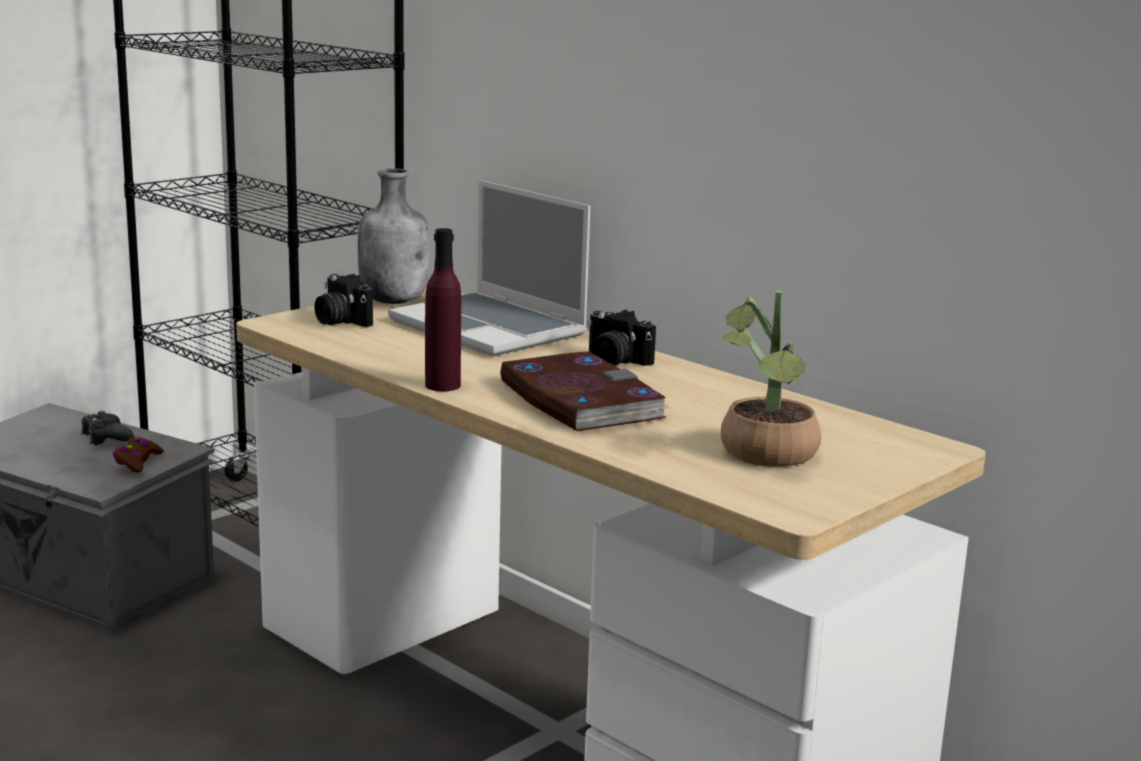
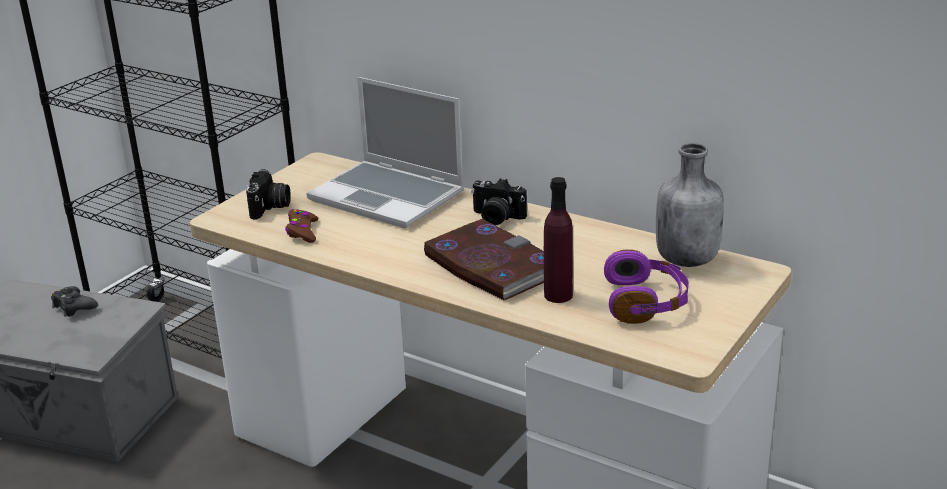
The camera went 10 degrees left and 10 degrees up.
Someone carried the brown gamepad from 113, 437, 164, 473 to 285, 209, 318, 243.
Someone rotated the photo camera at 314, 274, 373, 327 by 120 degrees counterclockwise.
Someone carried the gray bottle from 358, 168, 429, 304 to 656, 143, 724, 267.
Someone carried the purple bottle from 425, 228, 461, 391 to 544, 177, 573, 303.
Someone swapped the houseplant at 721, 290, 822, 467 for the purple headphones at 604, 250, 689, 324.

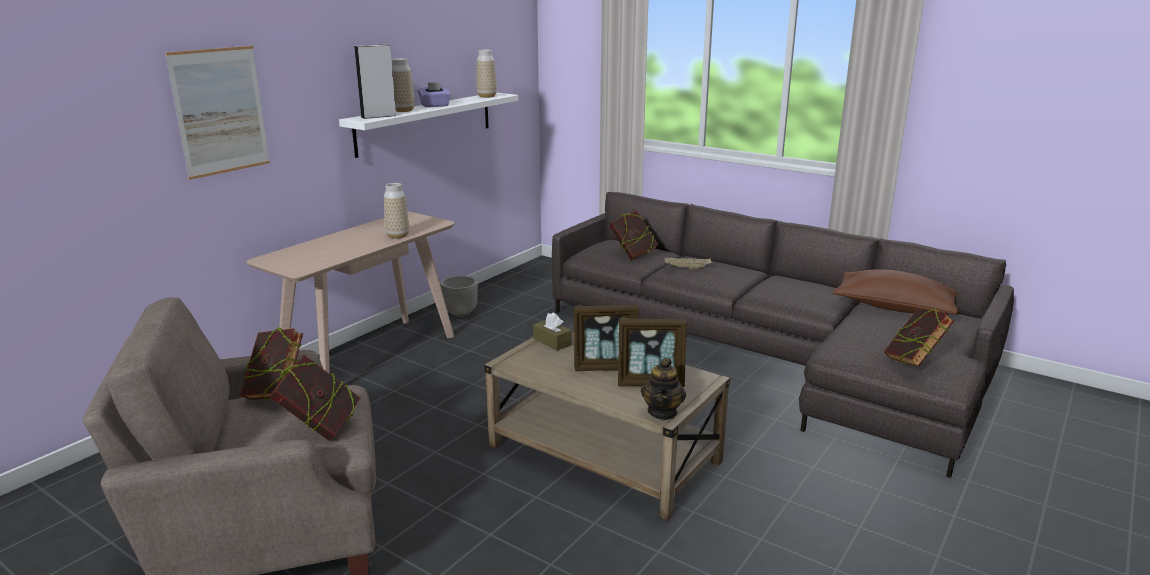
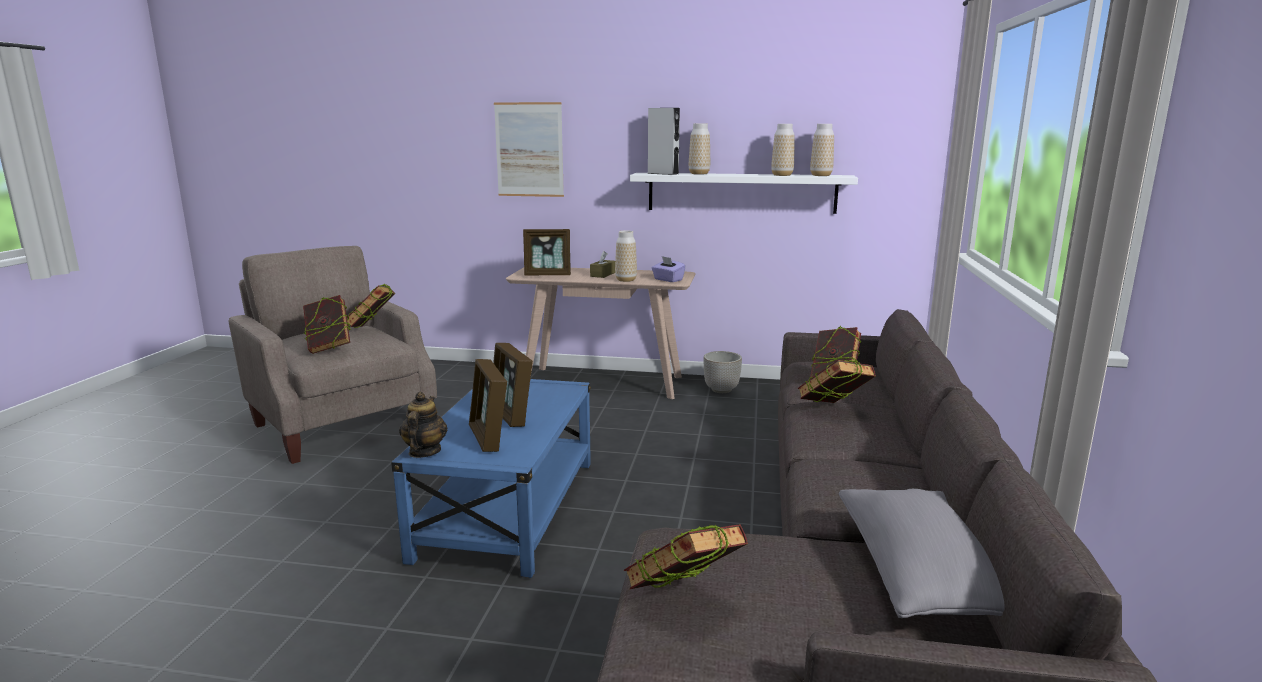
The camera went 65 degrees right and 5 degrees down.
Someone carried the purple box of tissues from 418, 82, 451, 107 to 652, 256, 686, 282.
Someone repainted the beige lounge table at 485, 331, 730, 521, which became the blue lounge table at 391, 379, 591, 578.
Someone carried the brown box of tissues from 533, 312, 572, 351 to 590, 251, 615, 278.
Someone rotated the pot for tea at 641, 358, 686, 420 by 105 degrees clockwise.
Someone swapped the beige carrying tray at 664, 258, 712, 270 for the volume at 798, 360, 876, 403.
Someone repainted the brown pillow at 833, 269, 959, 315, which became the gray pillow at 839, 489, 1005, 618.
Someone put down the standing frame at 523, 229, 571, 276.
Someone put down the decorative vase at 771, 124, 795, 176.

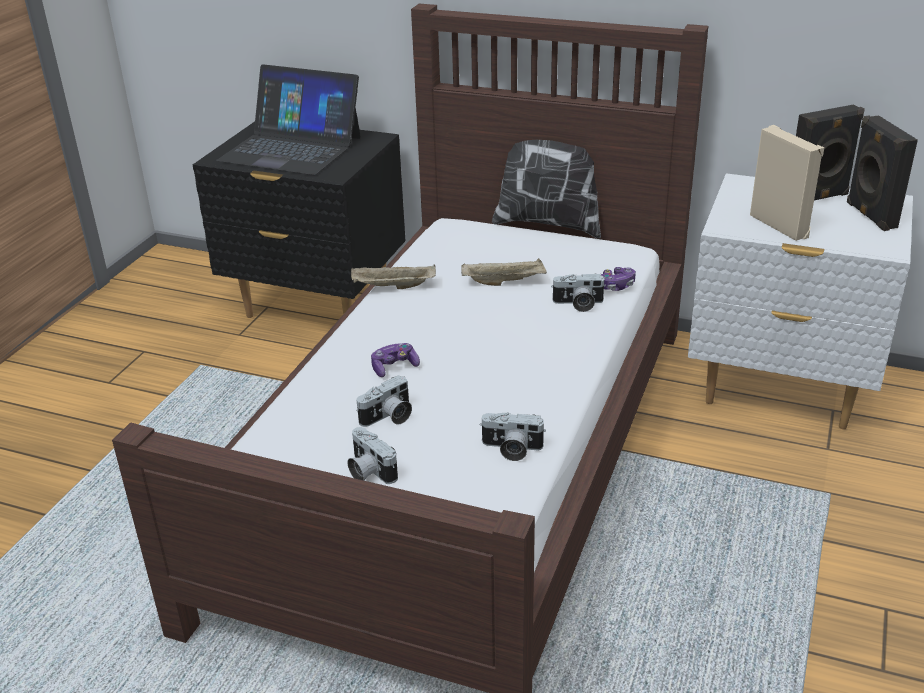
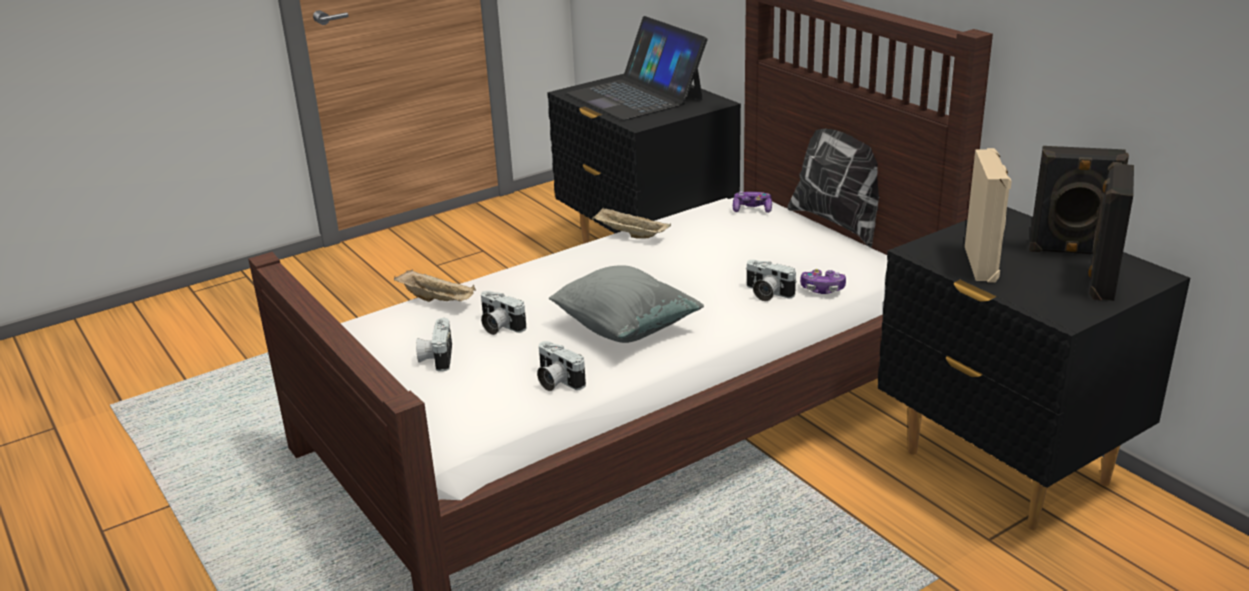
The camera went 35 degrees right and 5 degrees down.
Someone rotated the photo camera at 356, 375, 412, 427 by 45 degrees clockwise.
Someone carried the gamepad from 371, 343, 420, 377 to 733, 191, 772, 213.
Someone carried the beige carrying tray from 461, 258, 547, 286 to 394, 270, 476, 302.
Someone repainted the white nightstand at 688, 173, 913, 429, which became the black-coloured nightstand at 878, 207, 1190, 530.
Someone put down the gray pillow at 549, 265, 704, 343.

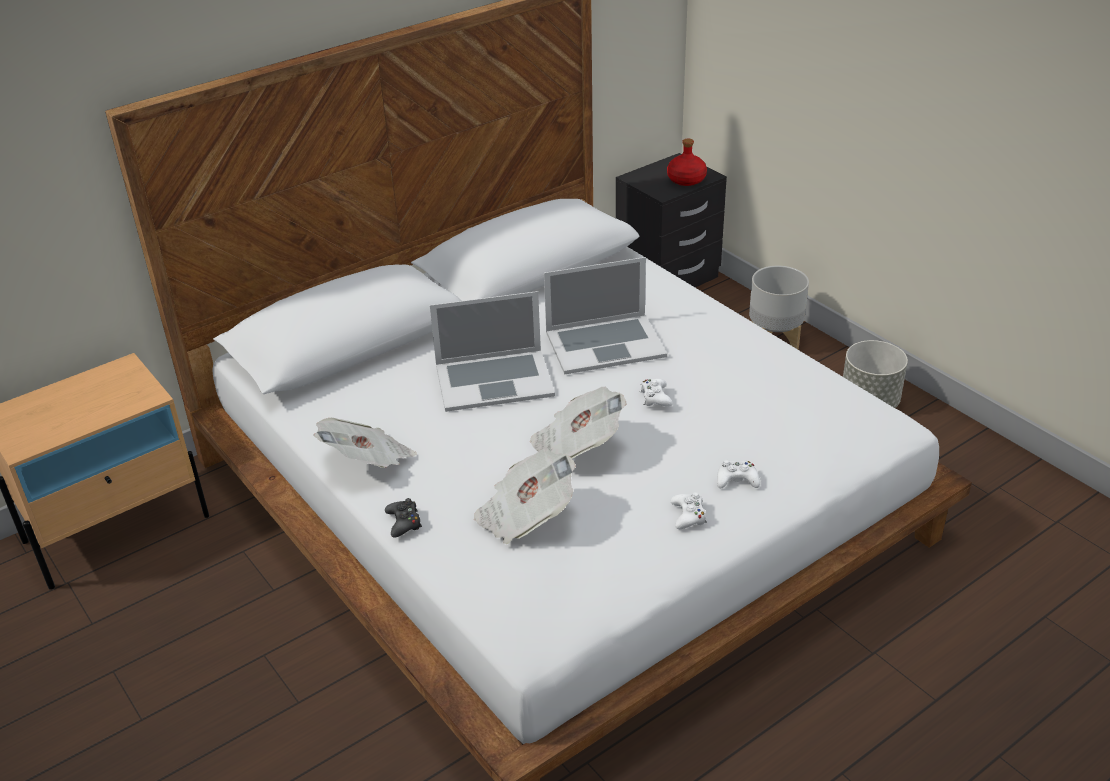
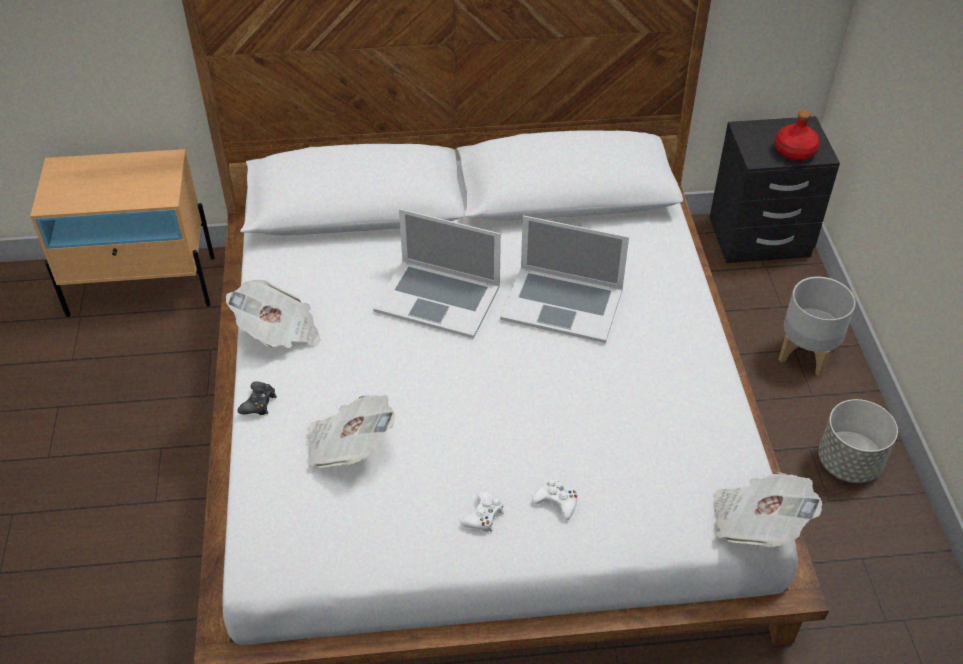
The camera went 30 degrees right and 10 degrees up.
Someone carried the daily paper from 530, 387, 626, 459 to 713, 472, 822, 547.
Someone took away the white gamepad at 640, 379, 673, 407.

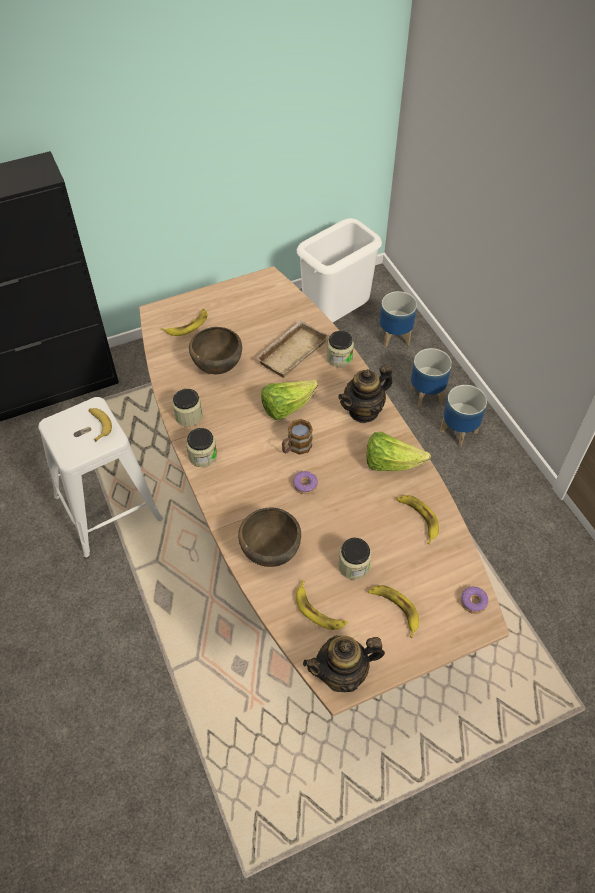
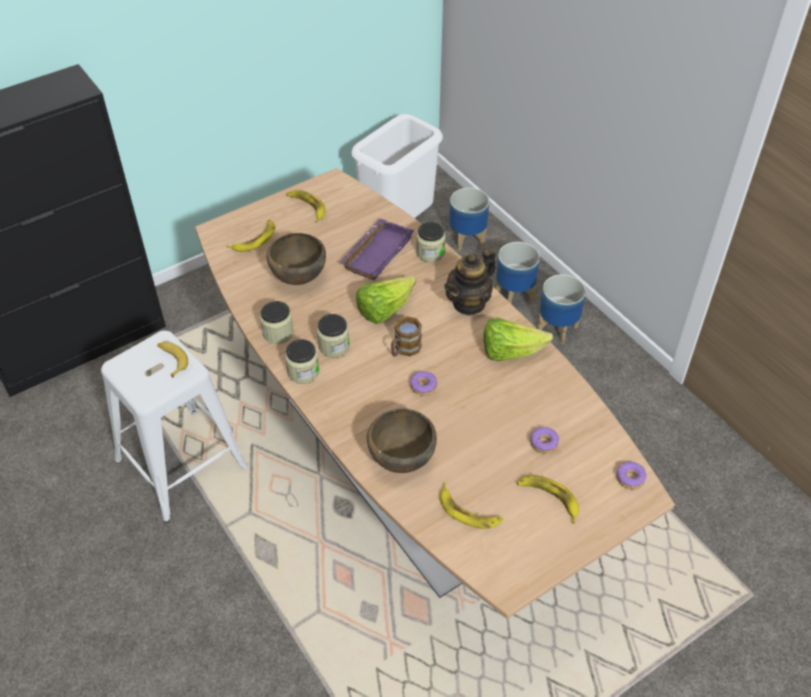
The camera went 10 degrees left and 5 degrees down.
Someone repainted the beige carrying tray at 255, 320, 328, 378, which became the purple carrying tray at 339, 218, 414, 280.
Someone took away the pot for tea at 303, 636, 385, 693.
Someone carried the preserve jar from 338, 538, 371, 580 to 317, 314, 350, 358.
Someone carried the banana from 397, 495, 439, 544 to 287, 190, 325, 223.
Someone put down the doughnut at 530, 427, 559, 454.

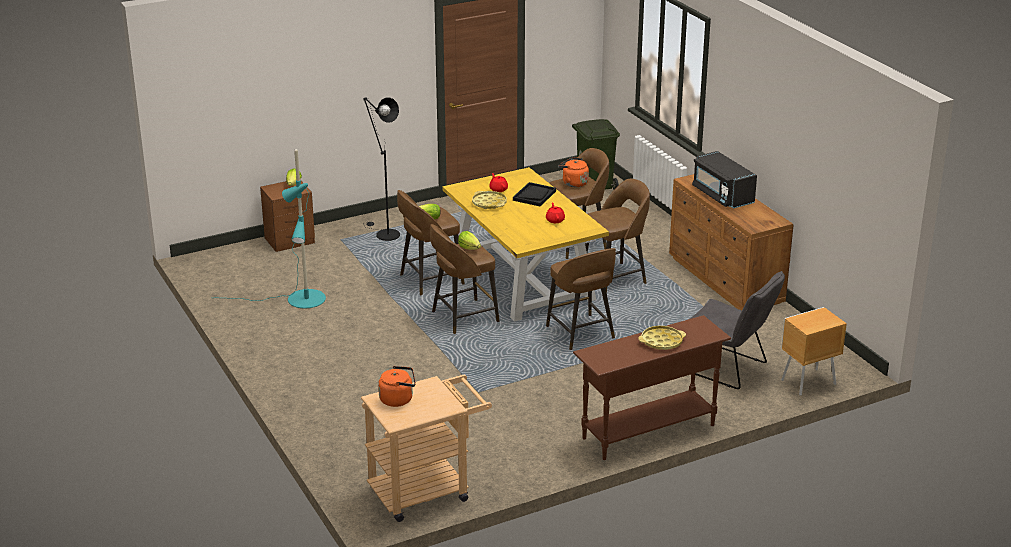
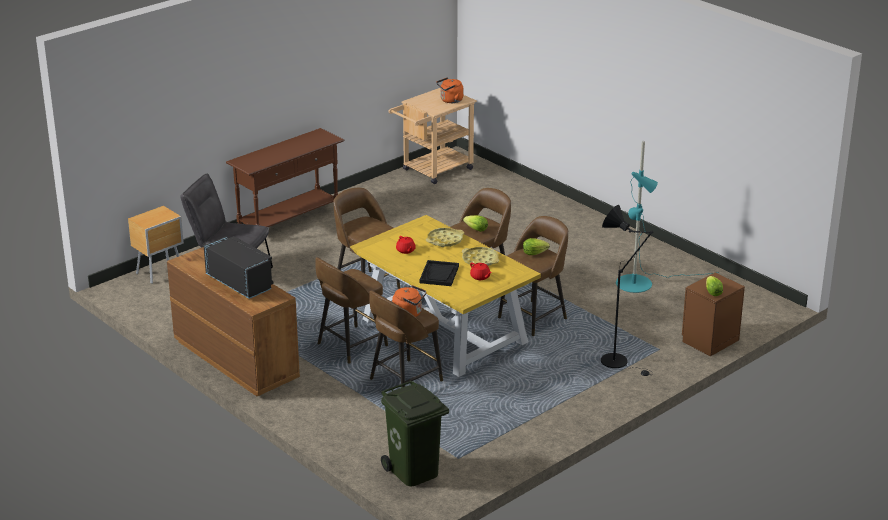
The camera went 165 degrees right and 0 degrees up.
Someone carried the yellow carrying tray from 638, 326, 686, 350 to 426, 228, 464, 247.

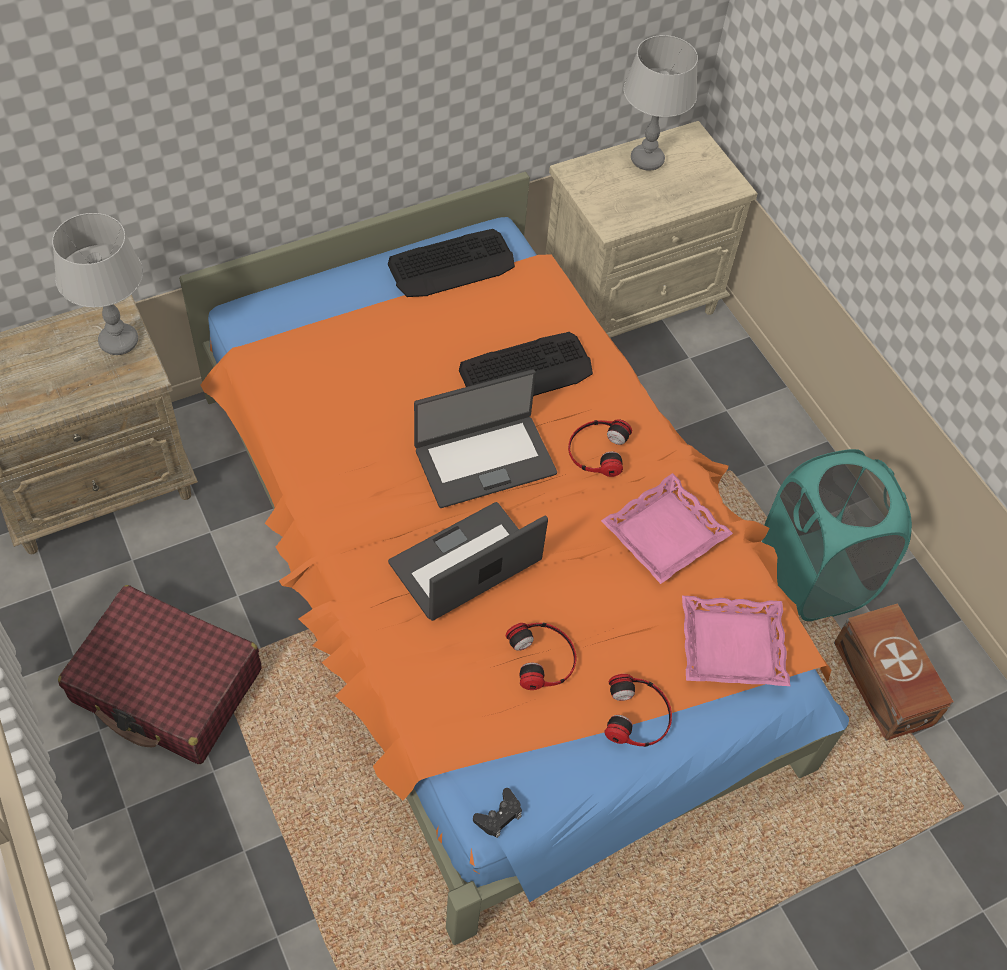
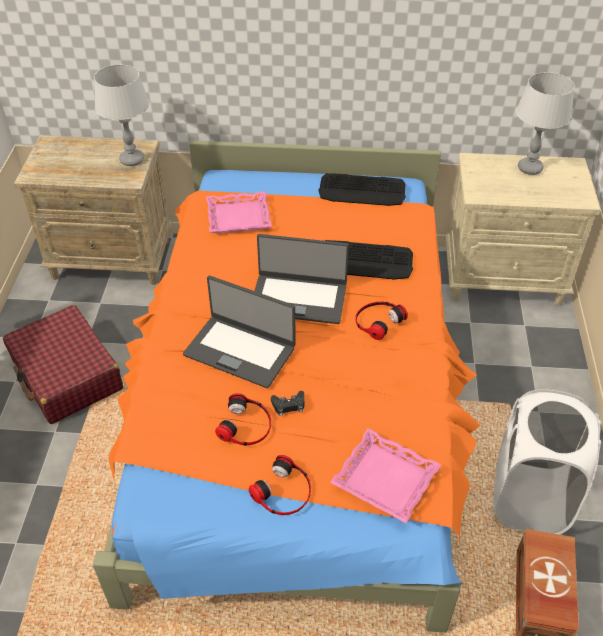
The camera went 35 degrees right and 10 degrees down.
Someone rotated the laptop at 388, 502, 548, 621 by 150 degrees counterclockwise.
Someone carried the black-coloured gamepad from 473, 788, 522, 838 to 271, 391, 304, 416.
Someone carried the pinkish carrying tray from 601, 473, 733, 584 to 206, 191, 272, 233.
Someone repainted the blue-green hamper at 762, 449, 912, 621, which became the white hamper at 492, 389, 602, 534.

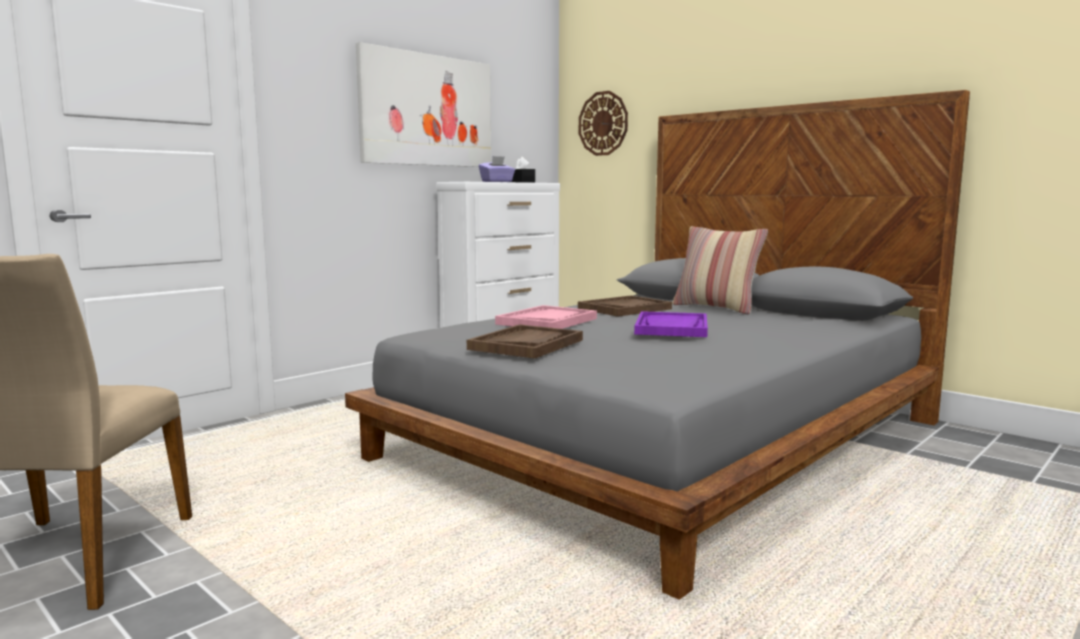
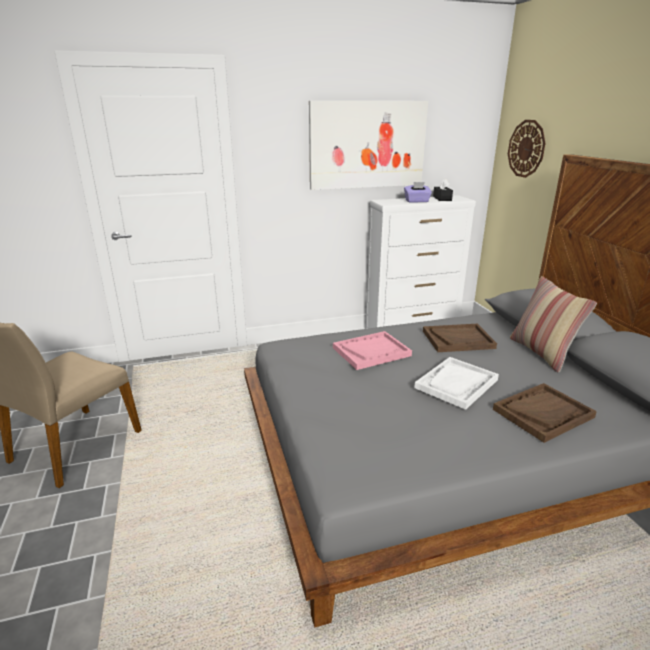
The camera went 30 degrees right and 15 degrees up.
Someone carried the brown carrying tray from 467, 324, 583, 359 to 493, 383, 597, 443.
Someone repainted the purple carrying tray at 634, 311, 708, 337, which became the white carrying tray at 414, 357, 499, 410.

